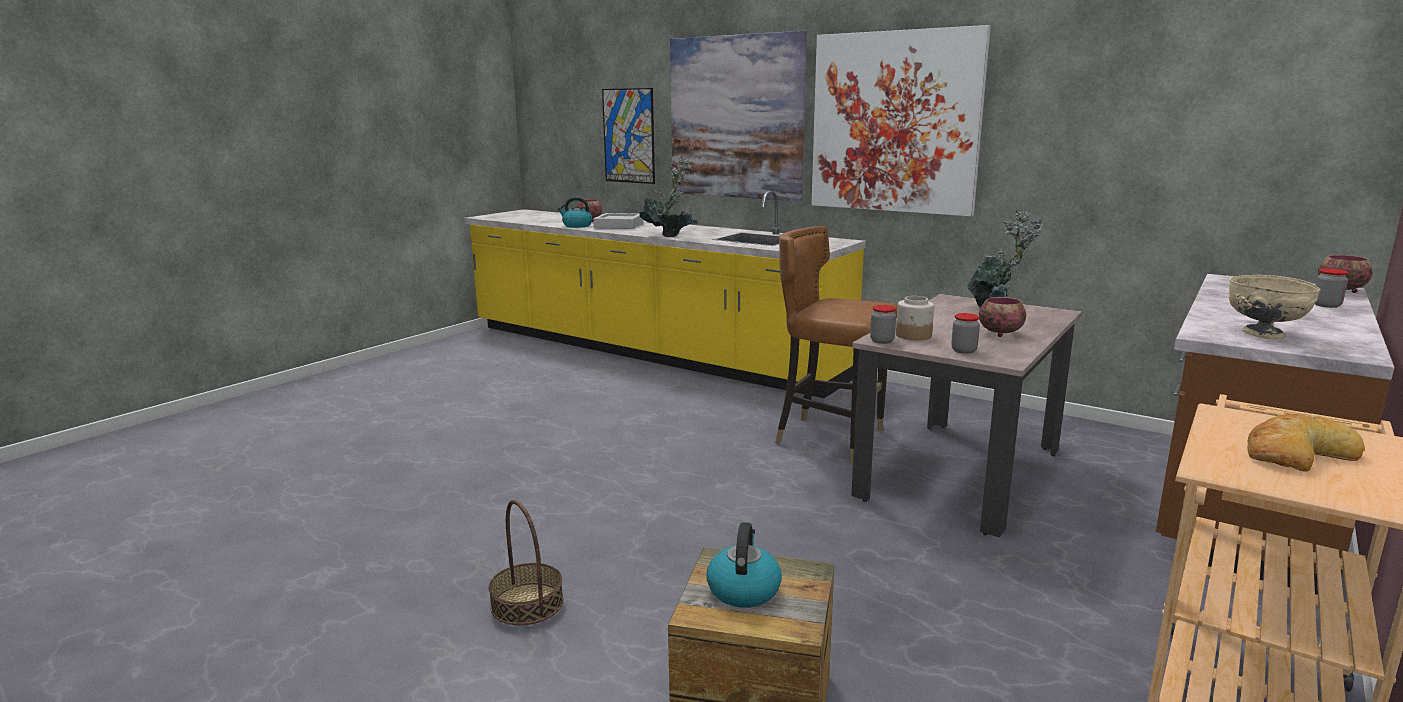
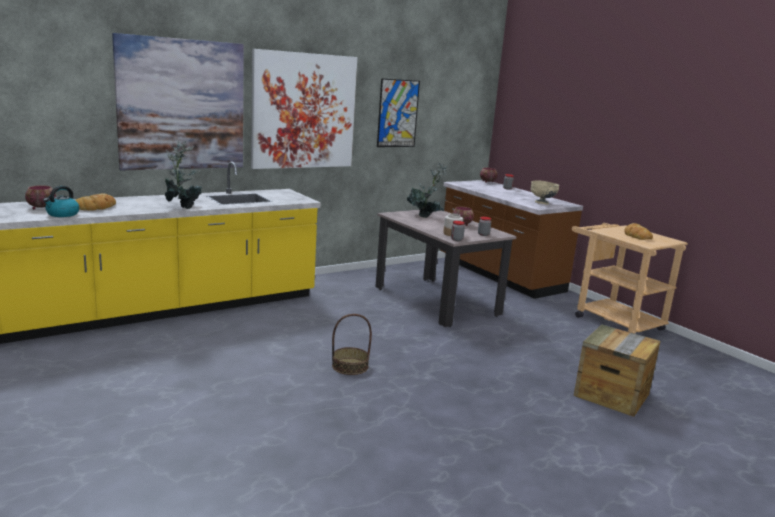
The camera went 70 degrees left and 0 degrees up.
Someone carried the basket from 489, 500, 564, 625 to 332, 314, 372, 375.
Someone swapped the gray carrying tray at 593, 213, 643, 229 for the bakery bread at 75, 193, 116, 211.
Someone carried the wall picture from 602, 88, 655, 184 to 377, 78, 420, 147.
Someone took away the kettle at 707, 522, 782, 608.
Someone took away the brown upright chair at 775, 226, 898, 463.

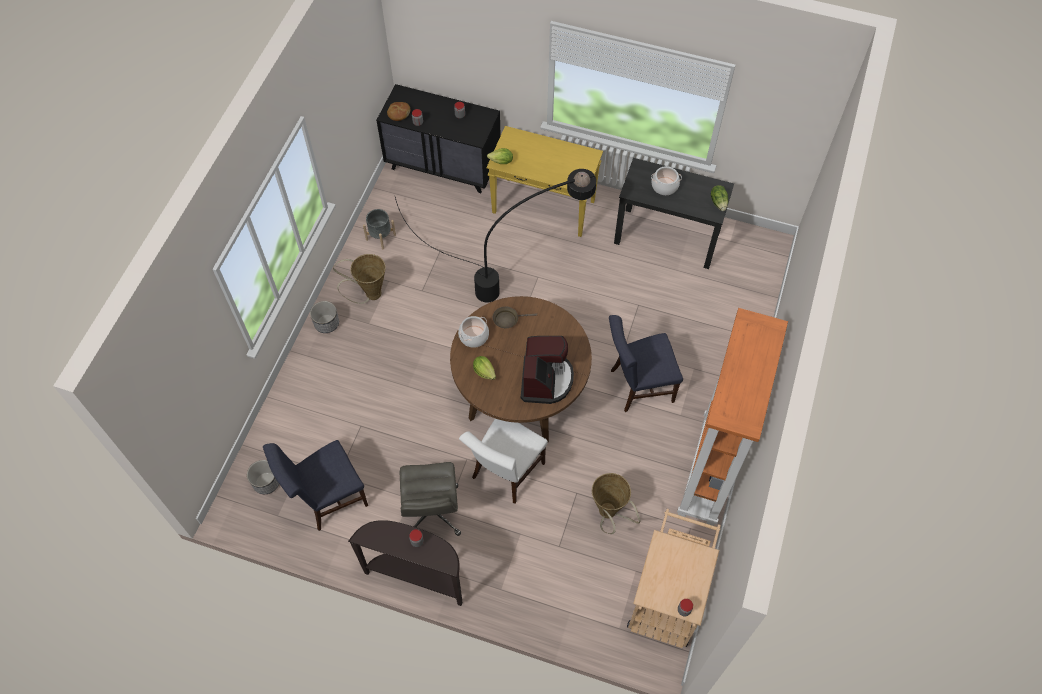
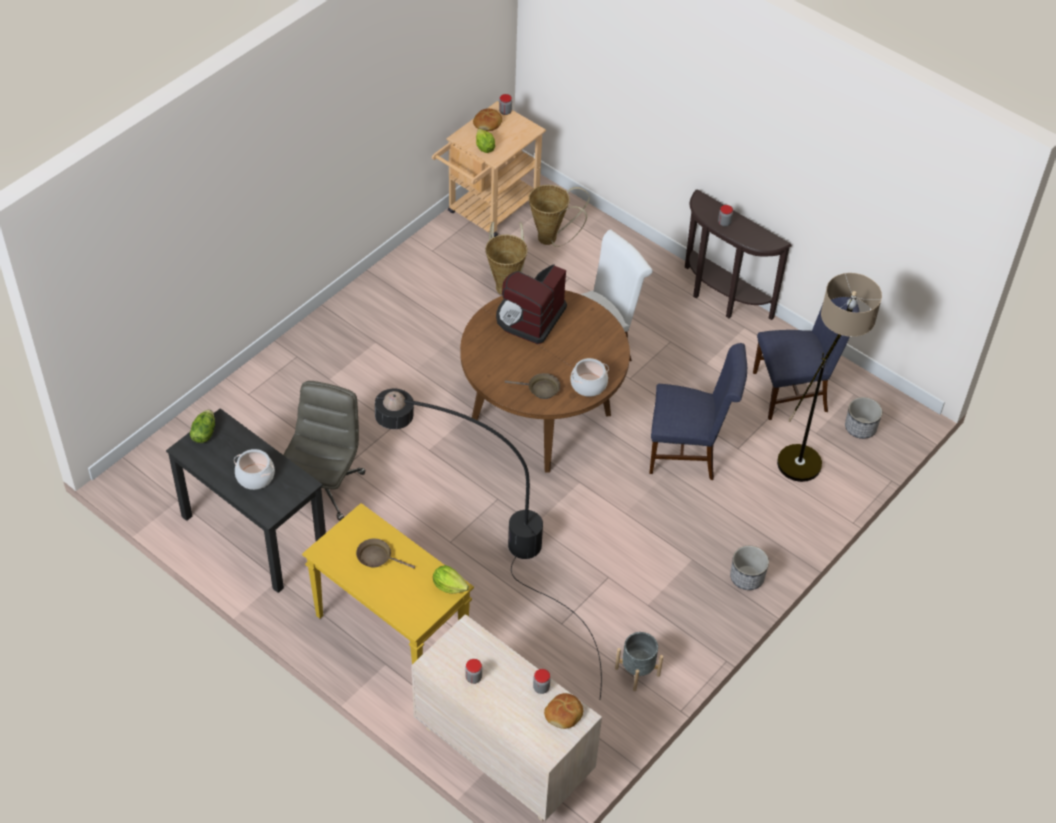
The camera went 160 degrees left and 10 degrees down.
Someone carried the basket from 333, 254, 386, 304 to 529, 185, 590, 247.
Someone repainted the black-coloured dresser at 376, 84, 501, 193, which became the beige dresser at 411, 614, 602, 822.
Someone carried the gray computer chair from 400, 462, 461, 536 to 283, 381, 366, 521.
Someone carried the lettuce head from 473, 356, 496, 380 to 476, 129, 495, 153.
Someone carried the blue upright chair from 609, 315, 683, 412 to 649, 343, 747, 480.
Someone took away the orange-coloured shelving unit at 677, 308, 788, 526.
Someone put down the brown pan at 356, 539, 415, 568.
Someone put down the bakery bread at 473, 109, 502, 131.
Someone put down the floor lamp at 777, 273, 882, 482.

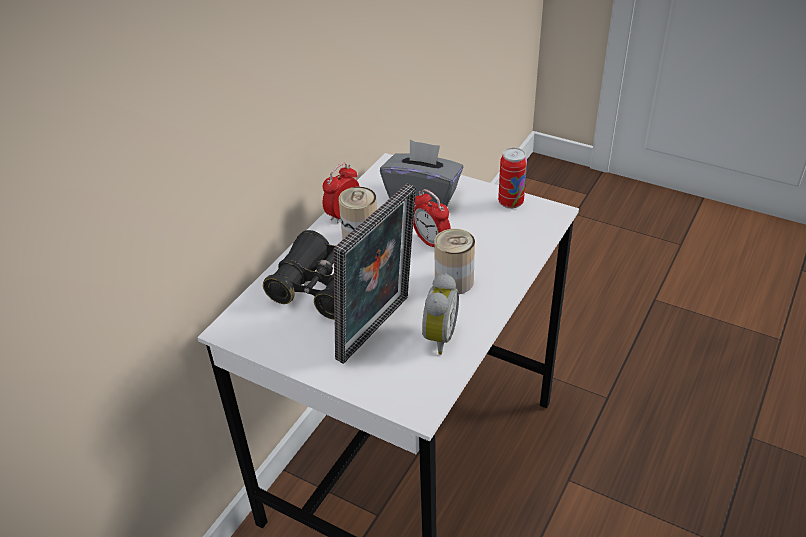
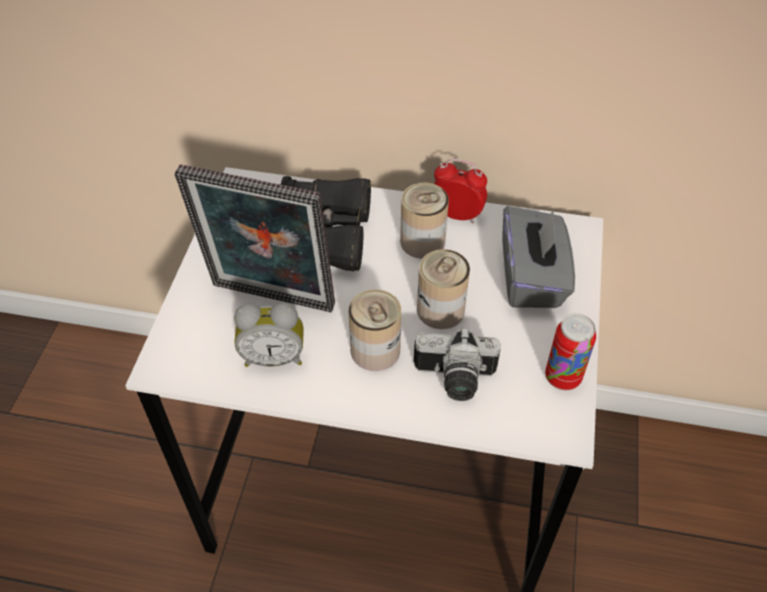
The camera went 70 degrees right and 10 degrees up.
Someone swapped the alarm clock at 413, 189, 451, 247 for the sealed can at 417, 249, 470, 329.
Someone put down the photo camera at 414, 327, 500, 401.

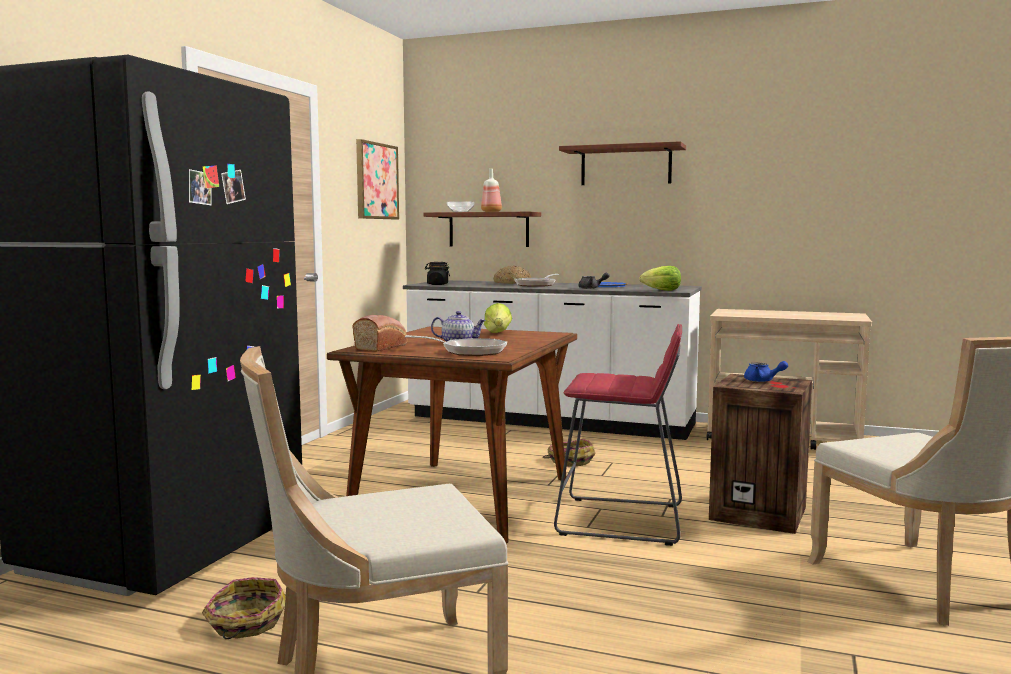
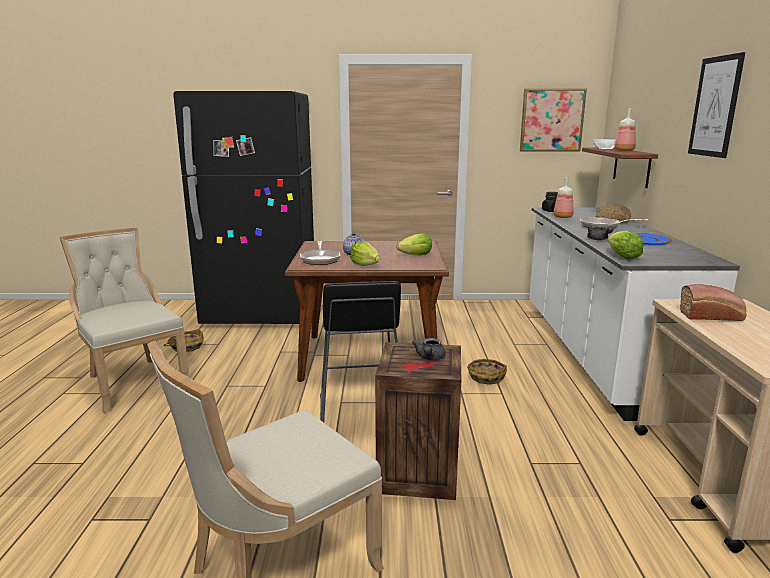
The camera went 70 degrees right and 10 degrees up.
Someone carried the bakery bread from 352, 315, 408, 352 to 680, 284, 747, 321.
Someone repainted the red sitting stool at 554, 324, 682, 546, which became the black-coloured sitting stool at 320, 281, 401, 422.
Someone swapped the wall shelf at 559, 141, 686, 185 for the wall picture at 688, 52, 745, 158.
Someone repainted the blue pot for tea at 744, 361, 788, 382, which became the gray pot for tea at 412, 338, 446, 360.
Someone put down the lettuce head at 350, 241, 380, 266.
Someone put down the bottle at 553, 177, 574, 218.

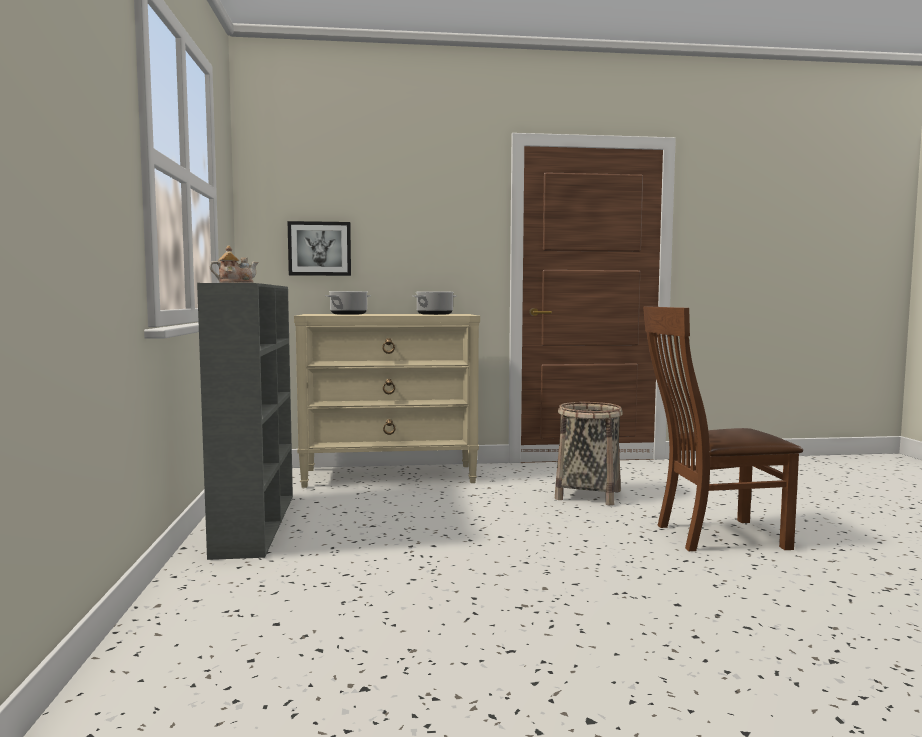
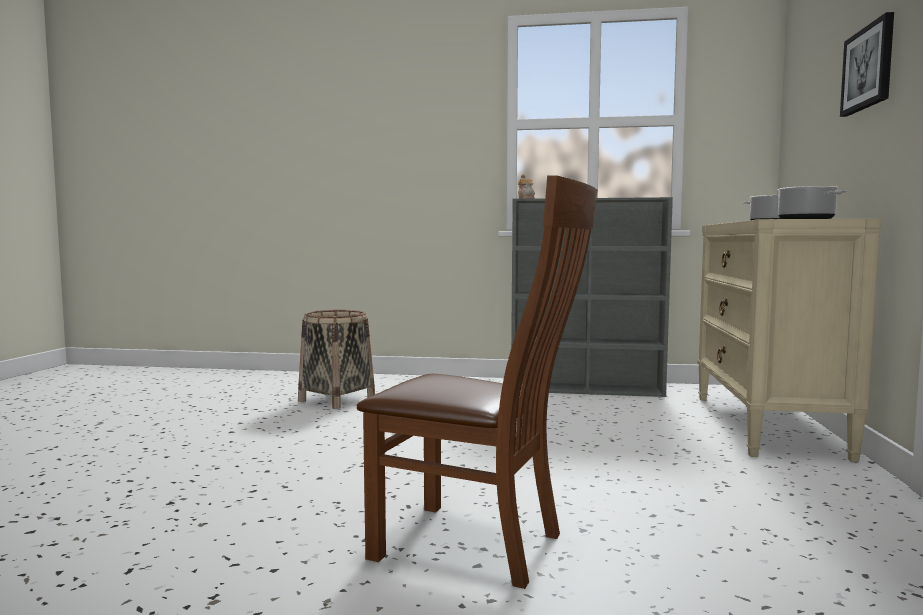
The camera went 105 degrees right and 0 degrees up.
Someone carried the wall picture from 288, 221, 351, 276 to 840, 12, 894, 117.
Someone carried the basket from 555, 402, 623, 505 to 298, 310, 375, 409.
Someone rotated the brown upright chair at 643, 306, 803, 551 by 105 degrees clockwise.

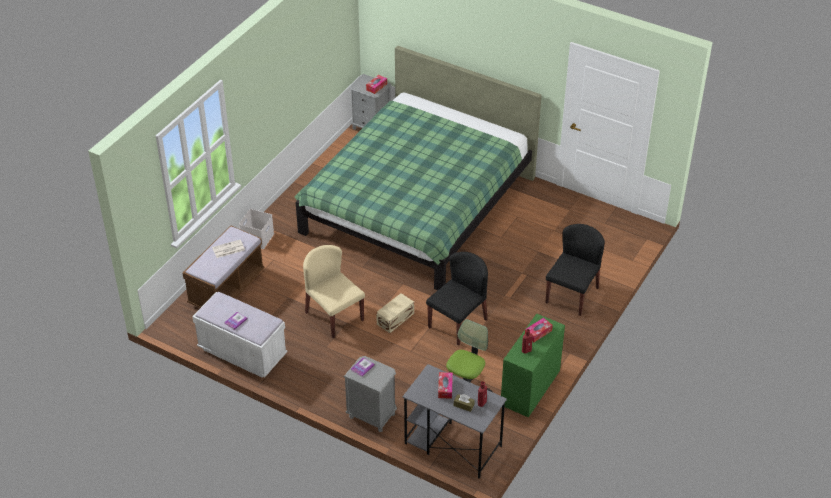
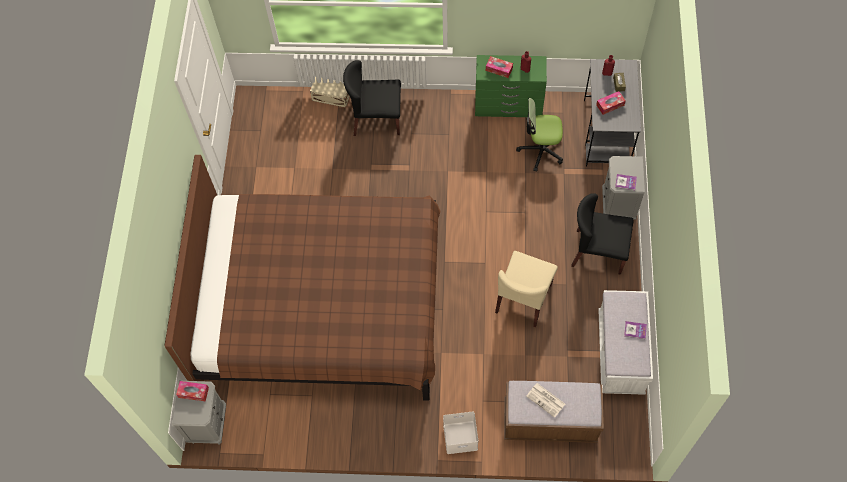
The camera went 115 degrees left and 20 degrees up.
Someone repainted the green sleeping bed at 295, 46, 542, 291, which became the brown sleeping bed at 165, 155, 440, 401.
Someone carried the beige storage box from 376, 293, 414, 333 to 310, 77, 350, 108.
Someone carried the black-coloured upright chair from 426, 252, 488, 346 to 571, 193, 634, 275.

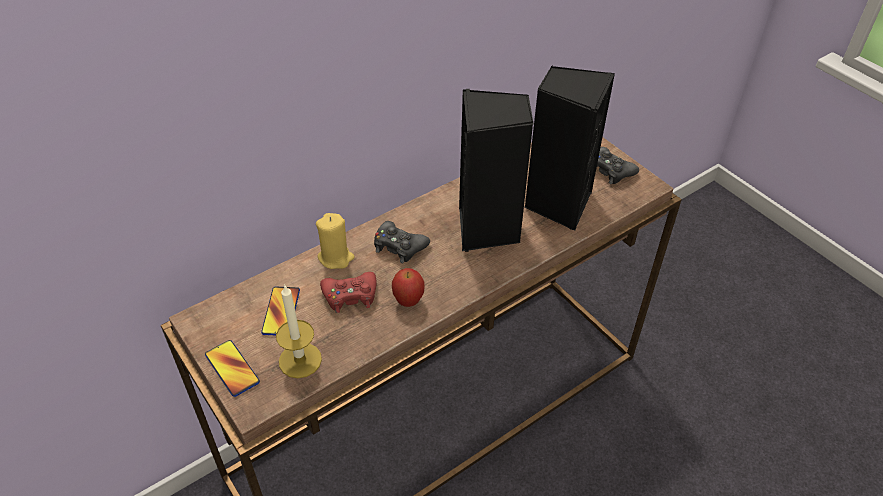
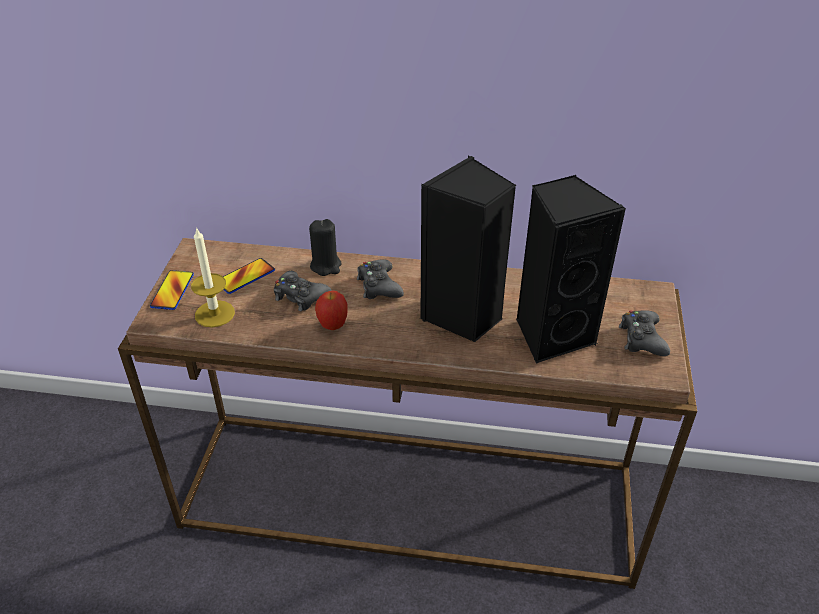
The camera went 45 degrees right and 5 degrees down.
Someone repainted the yellow candle at 316, 213, 355, 269, which became the black-coloured candle at 309, 219, 342, 276.
Someone repainted the red gamepad at 320, 272, 377, 313, which became the black-coloured gamepad at 274, 271, 332, 312.

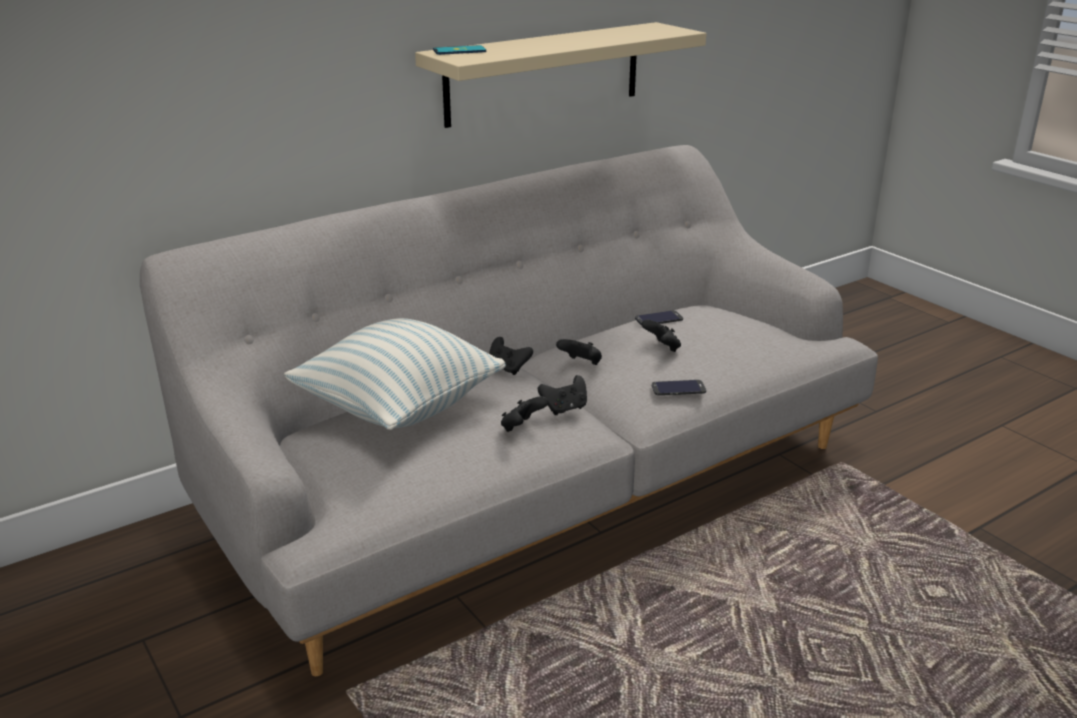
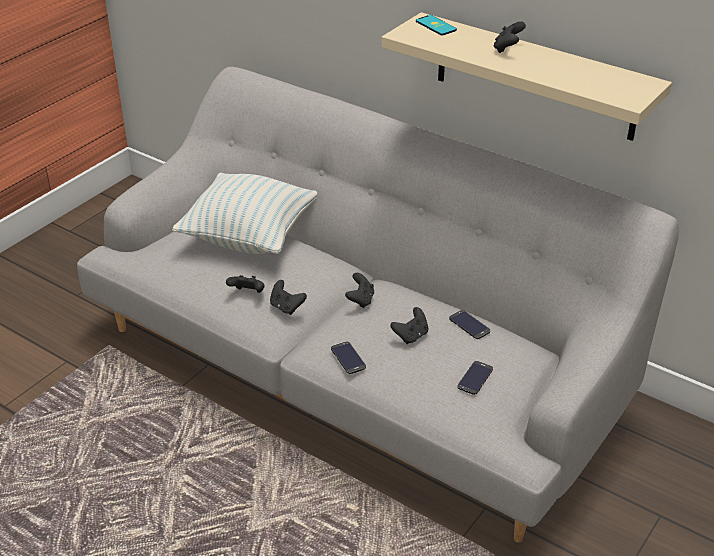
The camera went 70 degrees right and 10 degrees up.
Someone carried the black-coloured gamepad from 489, 337, 533, 375 to 494, 21, 526, 53.
Someone put down the handset at 457, 361, 493, 395.

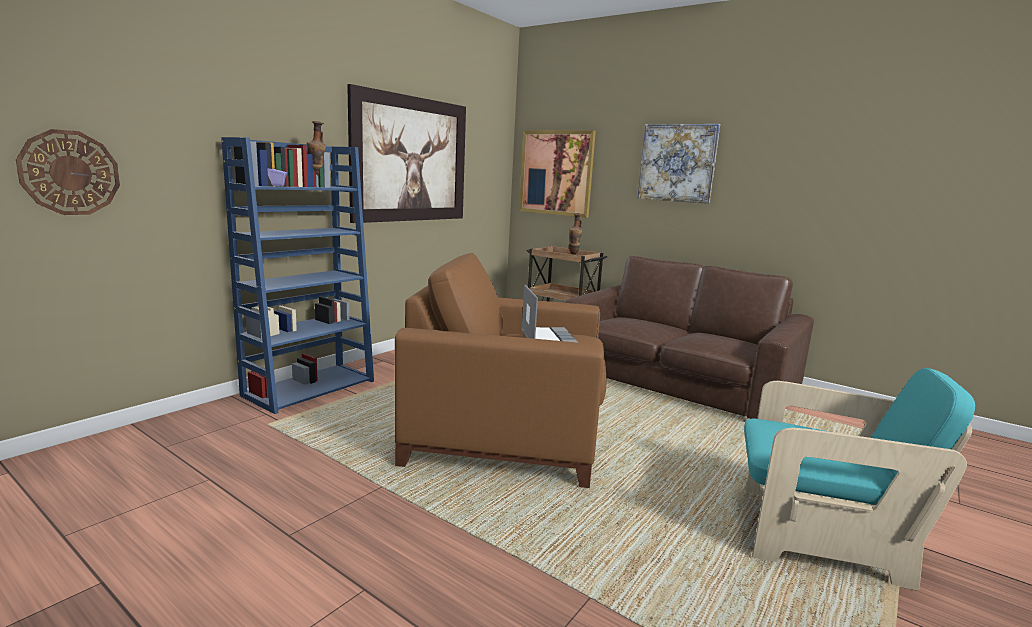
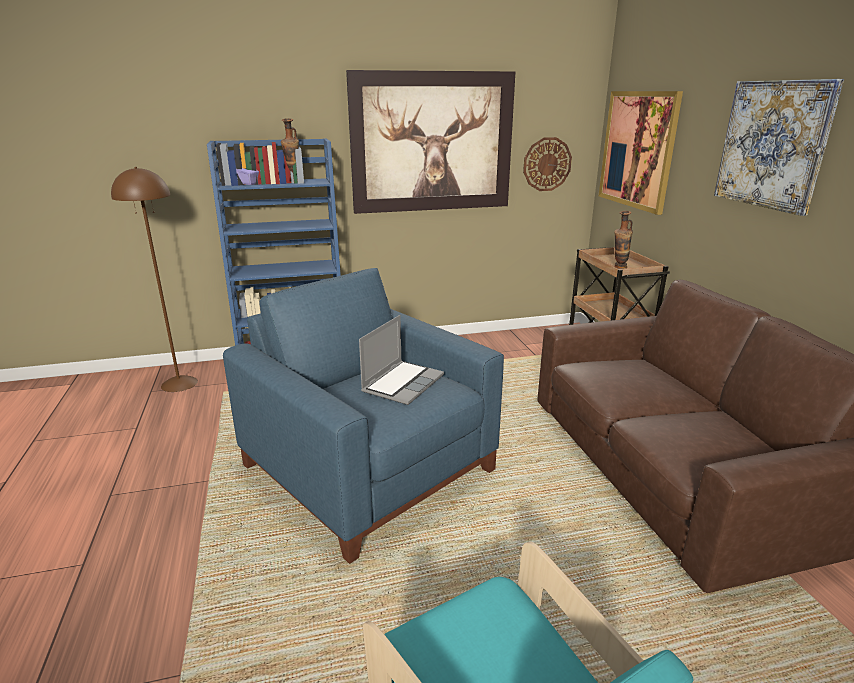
The camera went 40 degrees right and 10 degrees up.
Someone carried the clock on the wall from 16, 129, 120, 215 to 523, 137, 572, 191.
Someone repainted the brown armchair at 395, 253, 607, 488, which became the blue armchair at 223, 268, 504, 564.
Someone put down the brown floor lamp at 111, 167, 198, 392.

